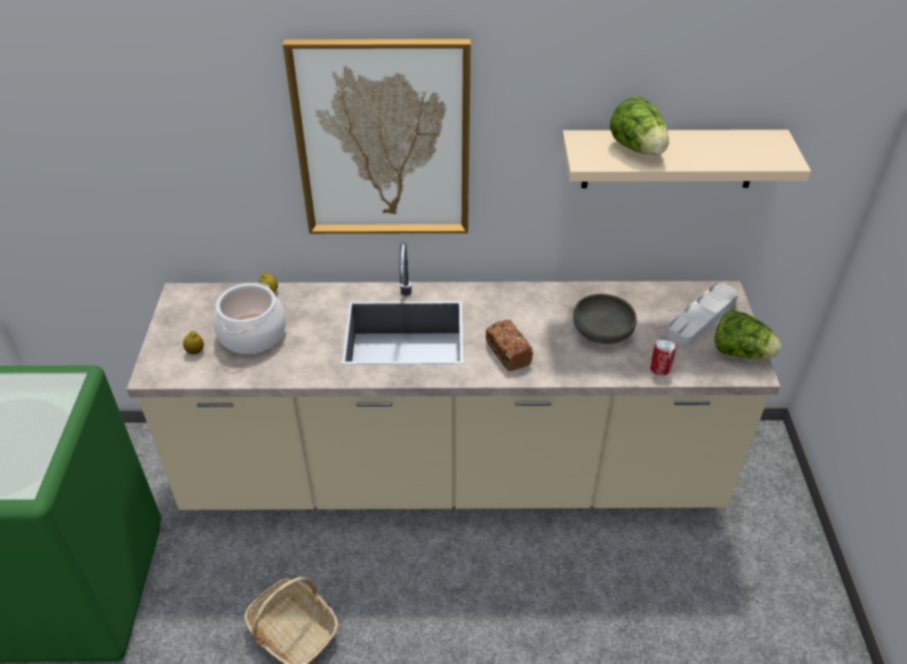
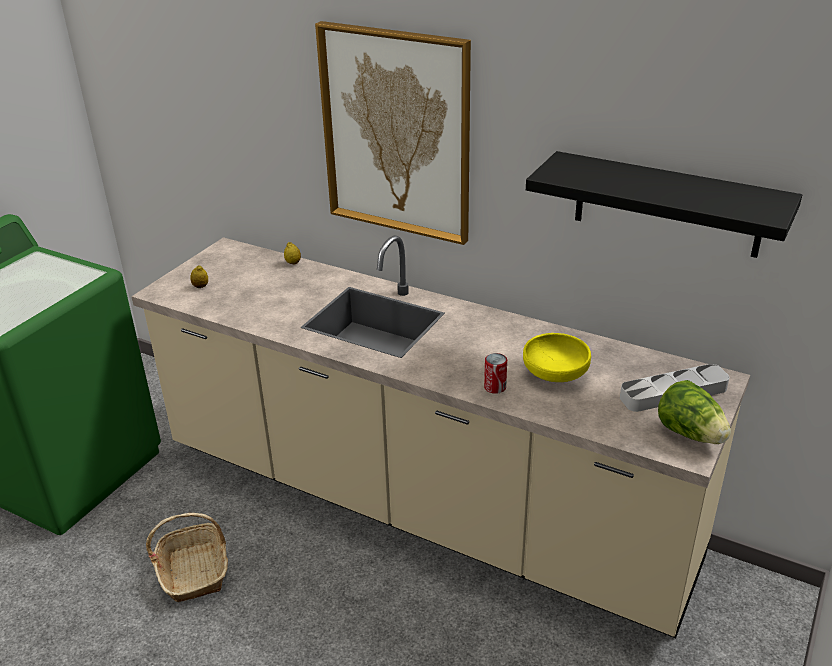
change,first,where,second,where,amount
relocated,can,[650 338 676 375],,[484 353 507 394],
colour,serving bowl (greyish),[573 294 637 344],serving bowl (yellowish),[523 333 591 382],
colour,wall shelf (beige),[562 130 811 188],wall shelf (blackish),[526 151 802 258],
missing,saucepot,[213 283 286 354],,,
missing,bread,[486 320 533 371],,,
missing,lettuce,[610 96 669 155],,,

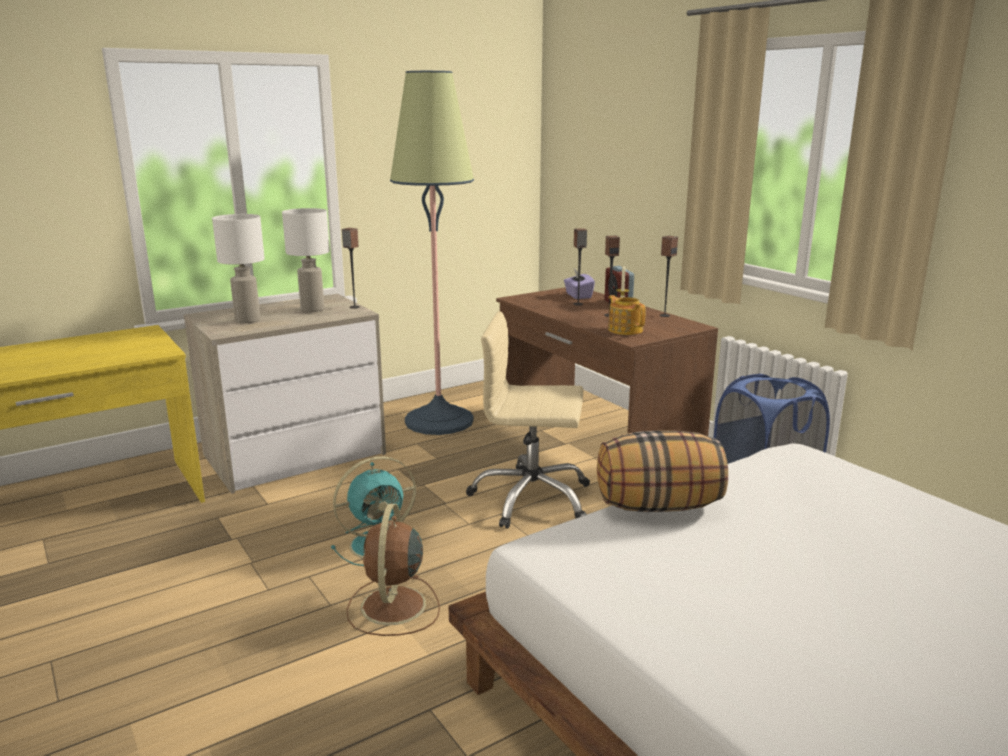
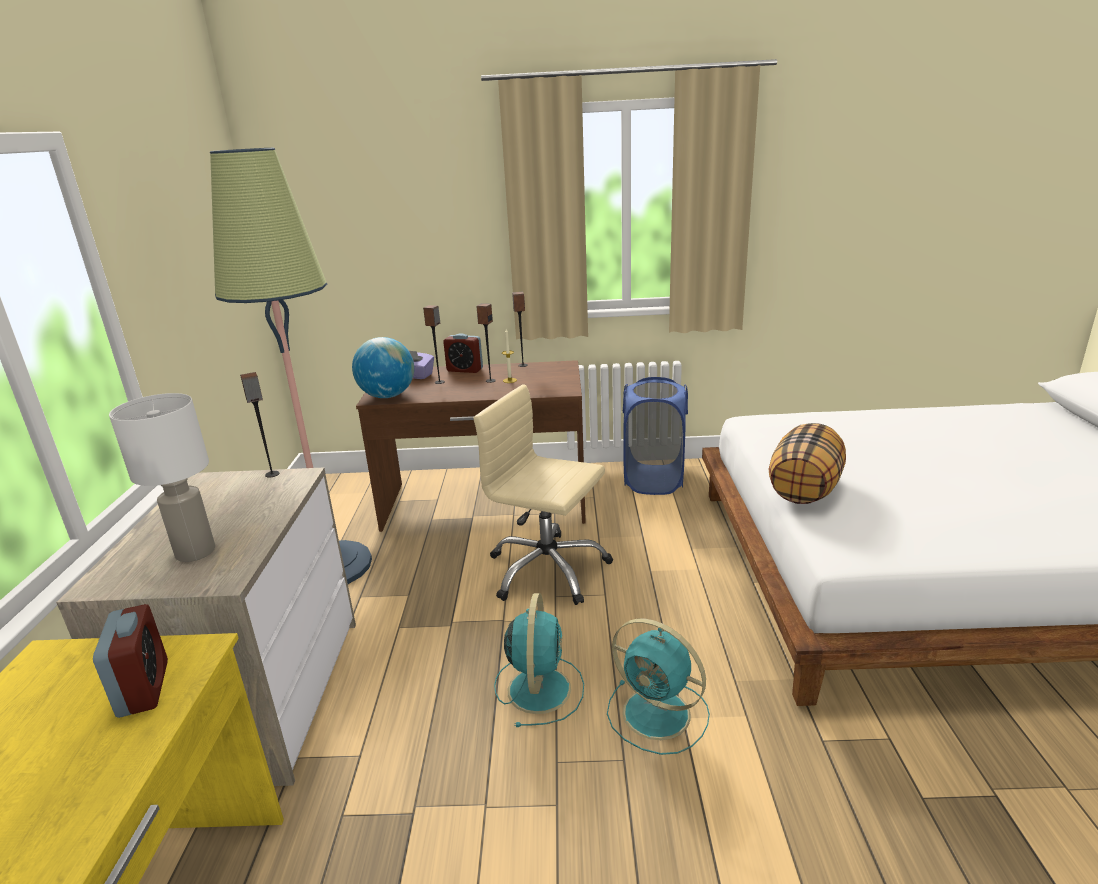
change,first,where,second,where,amount
appeared,,,table clock,[93 604 168 718],
appeared,,,desk globe,[352 337 414 398],
spun,computer chair (beige),[466 311 590 529],,[474 384 613 605],75 degrees clockwise
colour,fan (brownish),[347 504 440 636],fan (turquoise),[607 619 710 755],
missing,table lamp (white),[282 208 330 312],,,
missing,tea pot,[608 295 646 335],,,

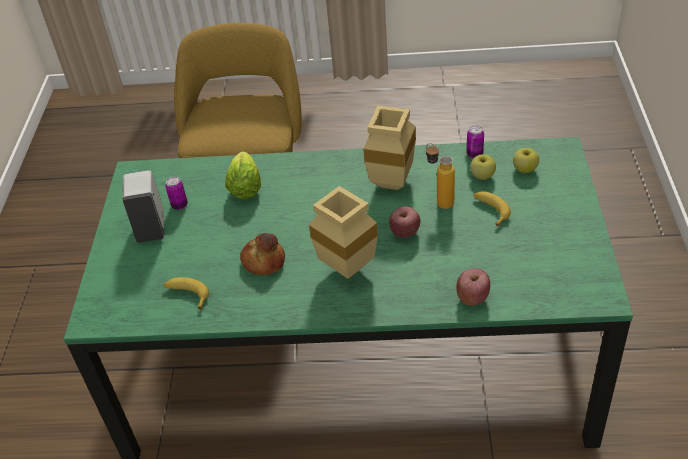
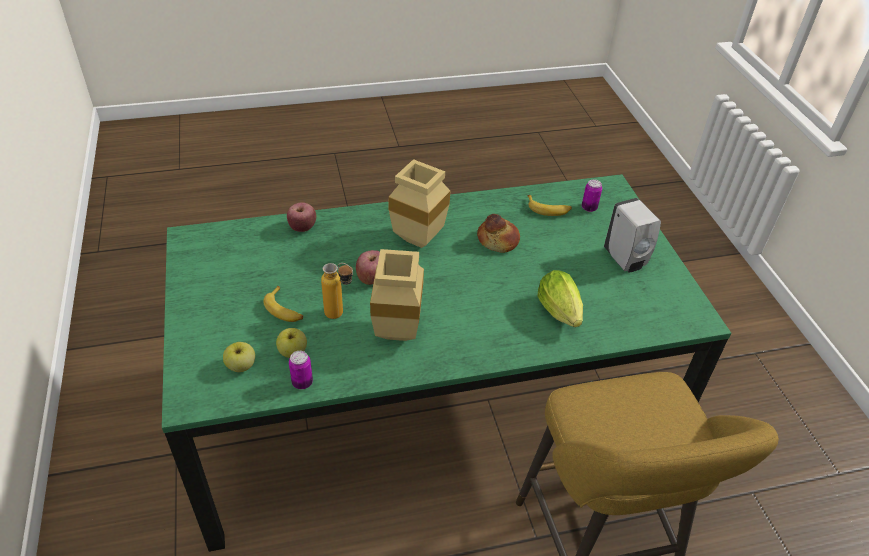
change,first,where,second,where,amount
relocated,can,[165 177 188 210],,[582 179 602 212],

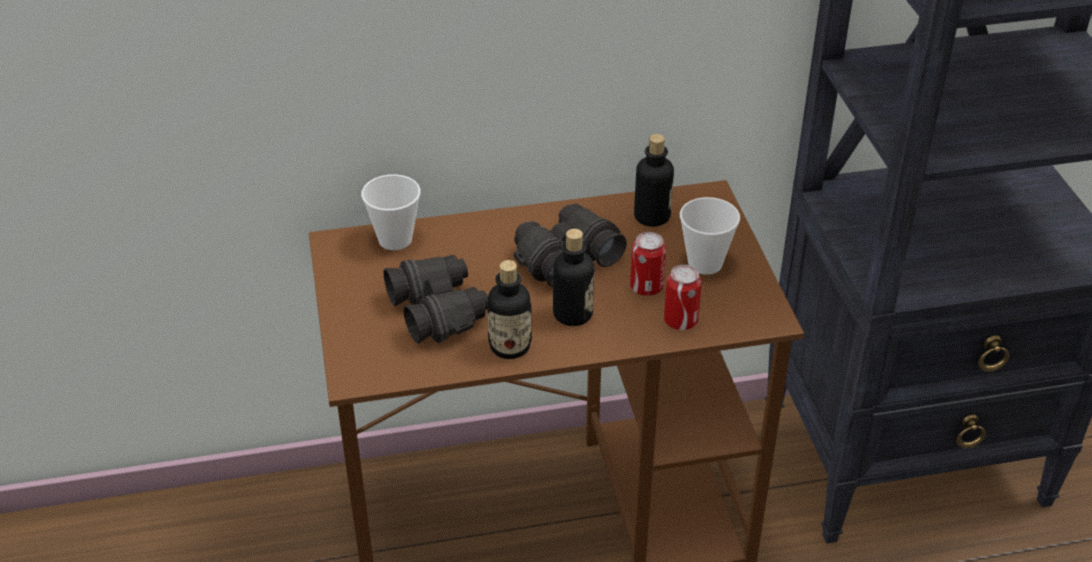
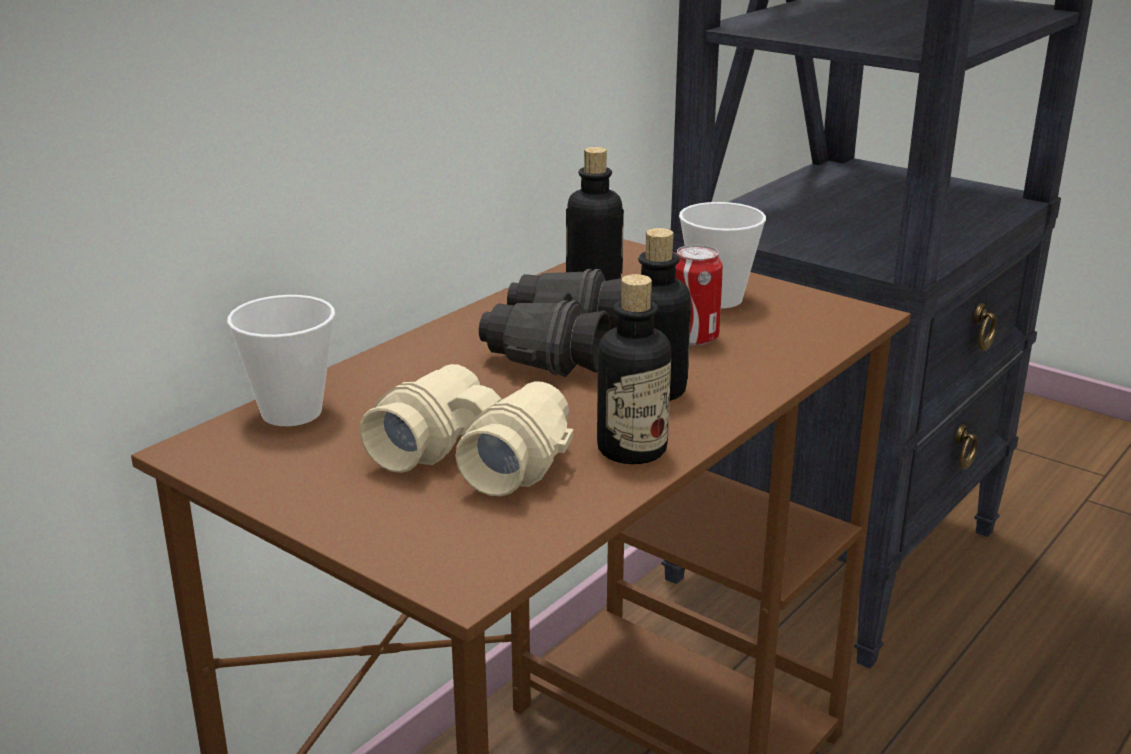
change,first,where,second,where,amount
colour,field glasses (blackish),[384 255 488 343],field glasses (beige),[360 364 573 496],
missing,can,[664 265 702 330],,,

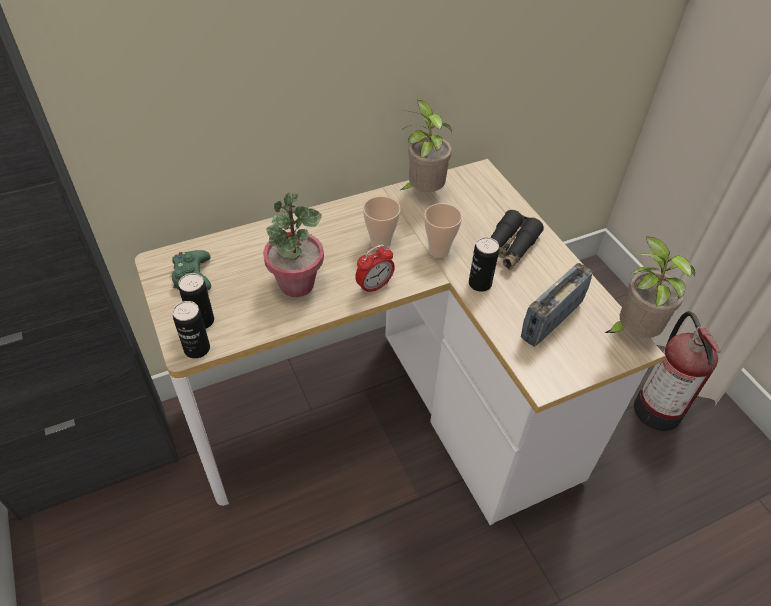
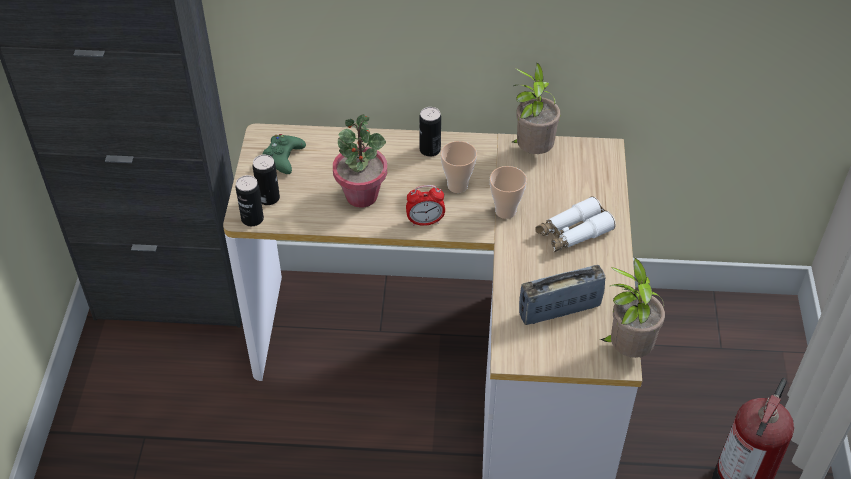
change,first,where,second,where,amount
relocated,can,[469 237 499 292],,[419 107 441 157],
colour,field glasses (blackish),[490 210 544 270],field glasses (white),[535 196 616 252],

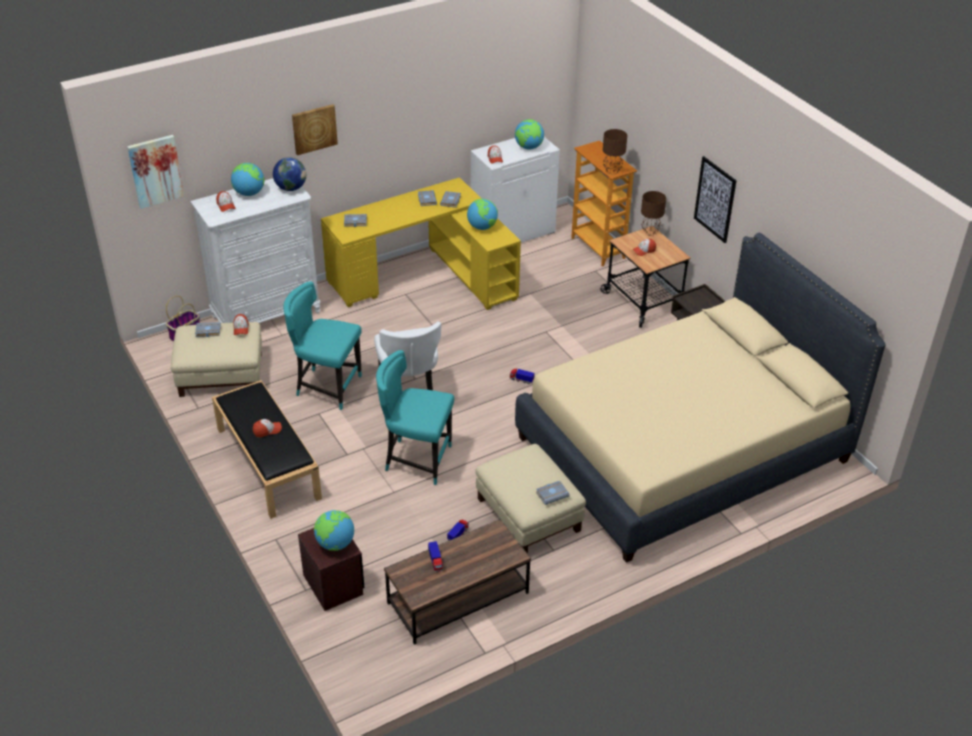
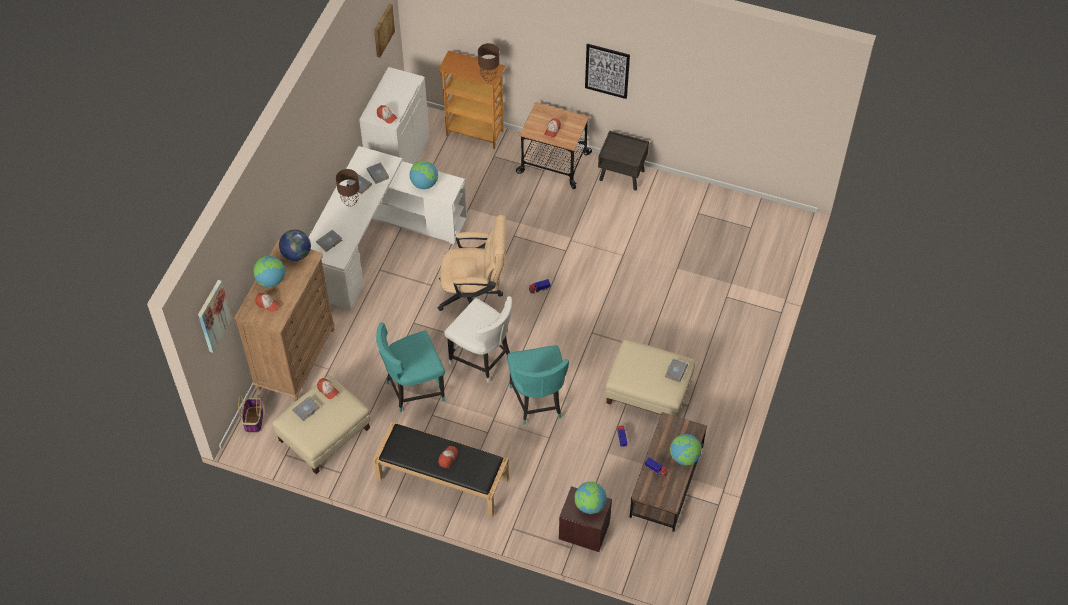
change,first,where,second,where,amount
colour,drawer chest (white),[190 178 320 323],drawer chest (brownish),[234 240 335 402],
colour,desk (yellowish),[321 177 521 310],desk (white),[309 146 467 311],
relocated,table lamp (brownish),[641 191 666 236],,[336 169 359 206],
relocated,wall art,[292 104 338 155],,[374 3 395 58],
appeared,,,computer chair (beige),[438 214 506 311],
spun,upright chair (turquoise),[376 350 454 485],,[507 345 569 425],75 degrees counterclockwise
relocated,desk globe,[515 119 544 150],,[670 434 702 466],
missing,bedroom bed (beige),[515 233 885 563],,,

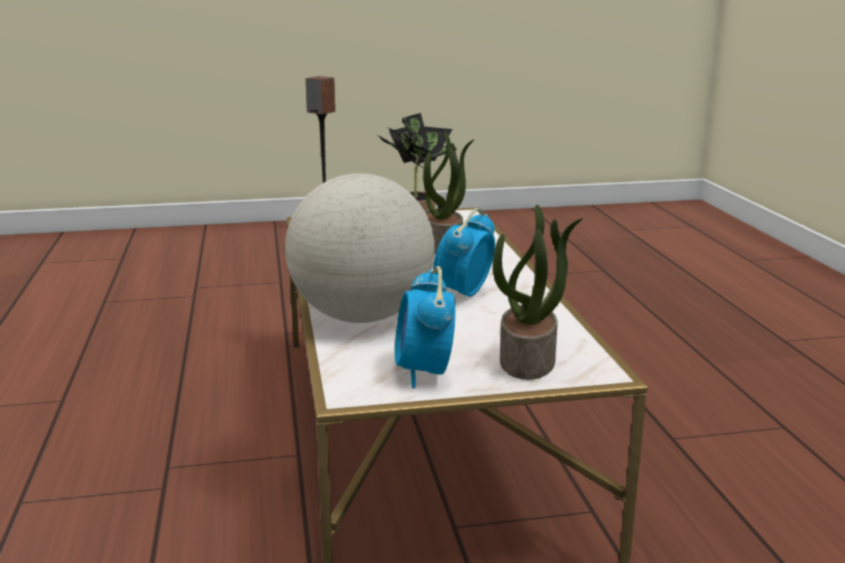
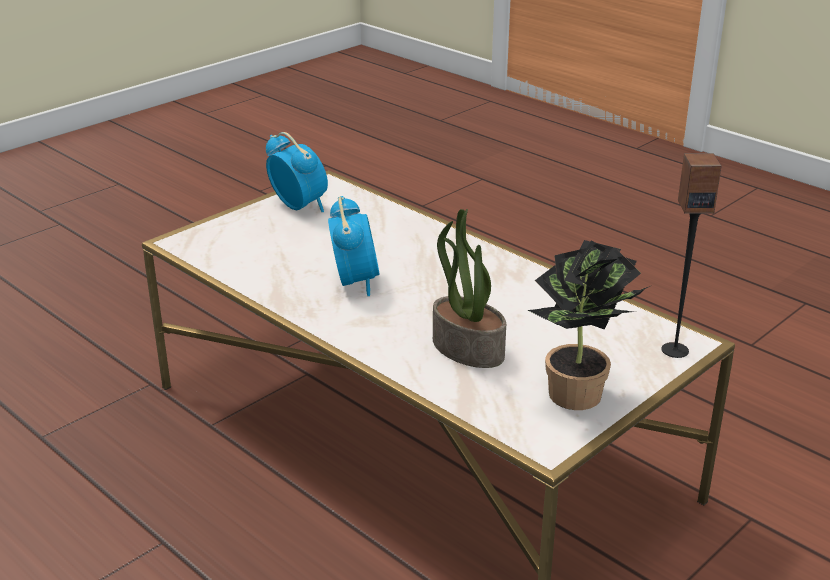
change,first,where,second,where,amount
missing,desk globe,[285 173 435 323],,,
missing,plant in a pot,[493 205 582 380],,,

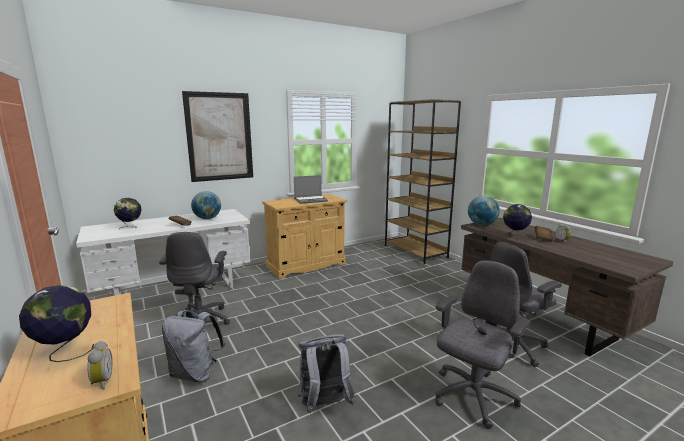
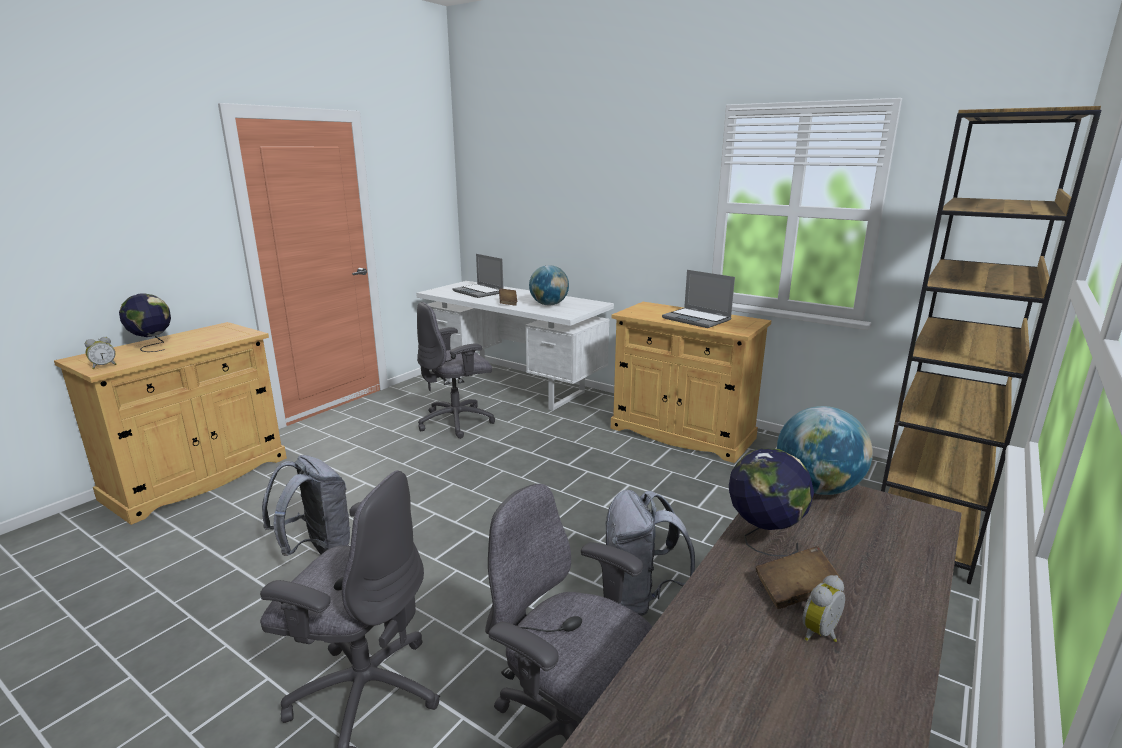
change,first,where,second,where,amount
exchanged,desk globe,[114 198 142 229],notebook computer,[452 254 503 298],
relocated,backpack (greyish),[162 310 225 382],,[605 490 695 616],
missing,wall art,[182 91 253 182],,,

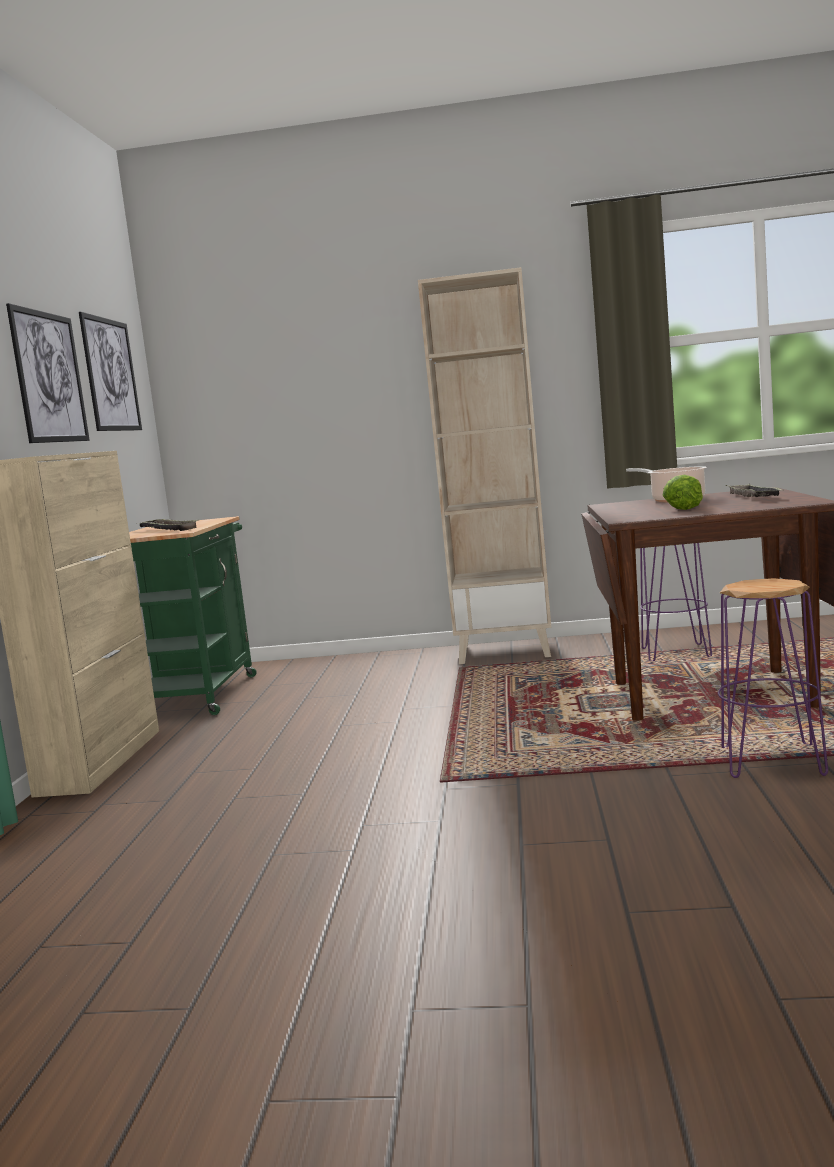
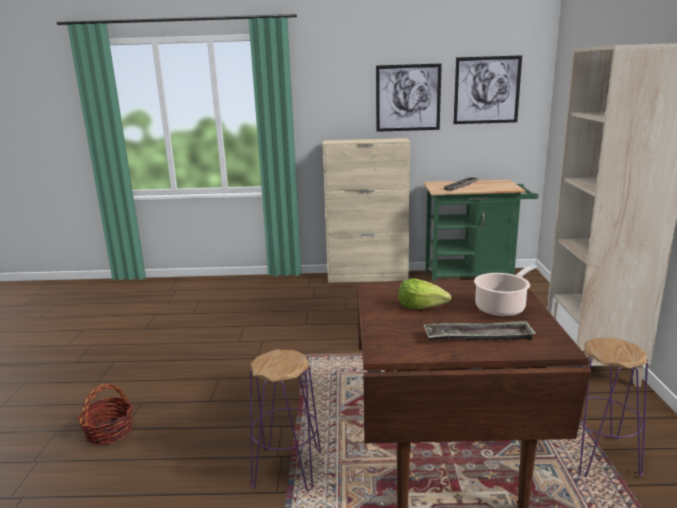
change,first,where,second,where,amount
appeared,,,basket,[78 383 133 445],

